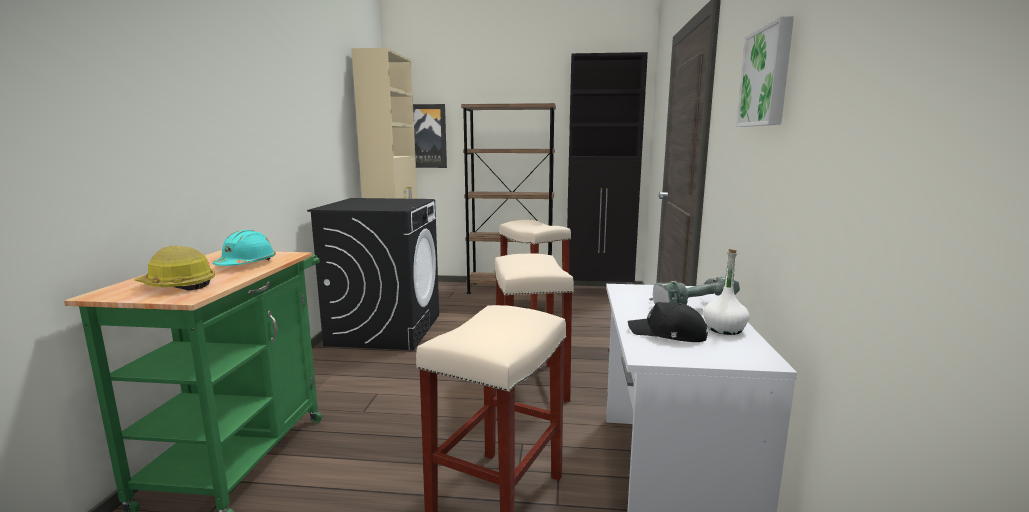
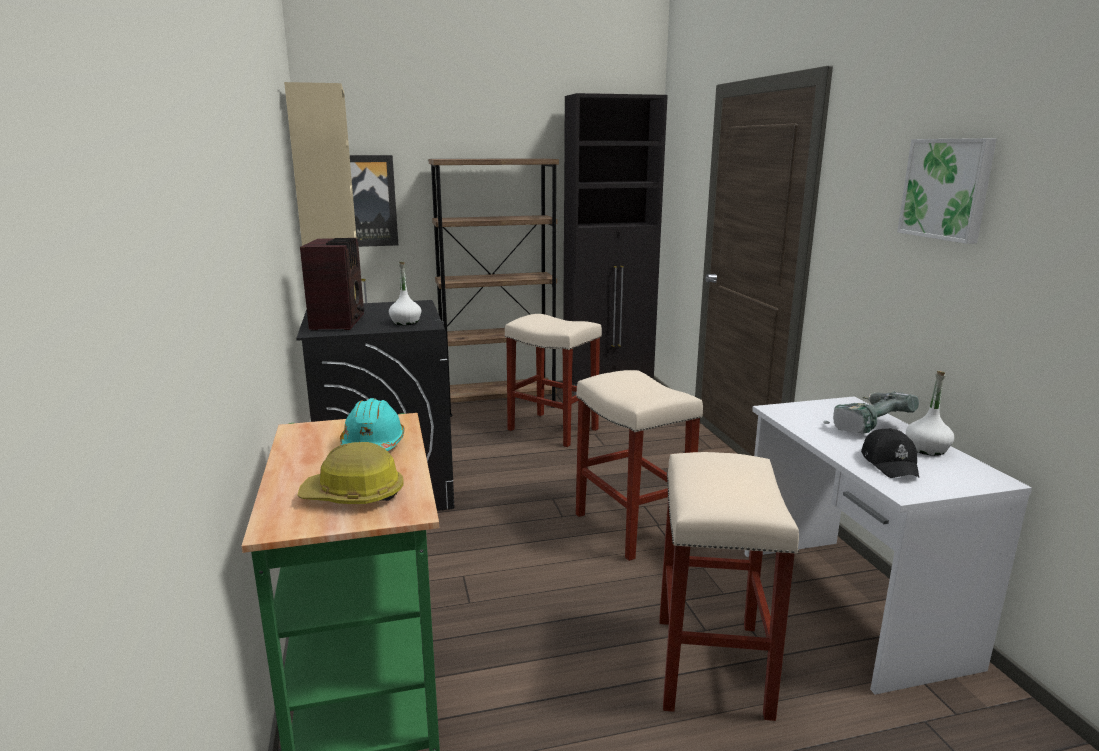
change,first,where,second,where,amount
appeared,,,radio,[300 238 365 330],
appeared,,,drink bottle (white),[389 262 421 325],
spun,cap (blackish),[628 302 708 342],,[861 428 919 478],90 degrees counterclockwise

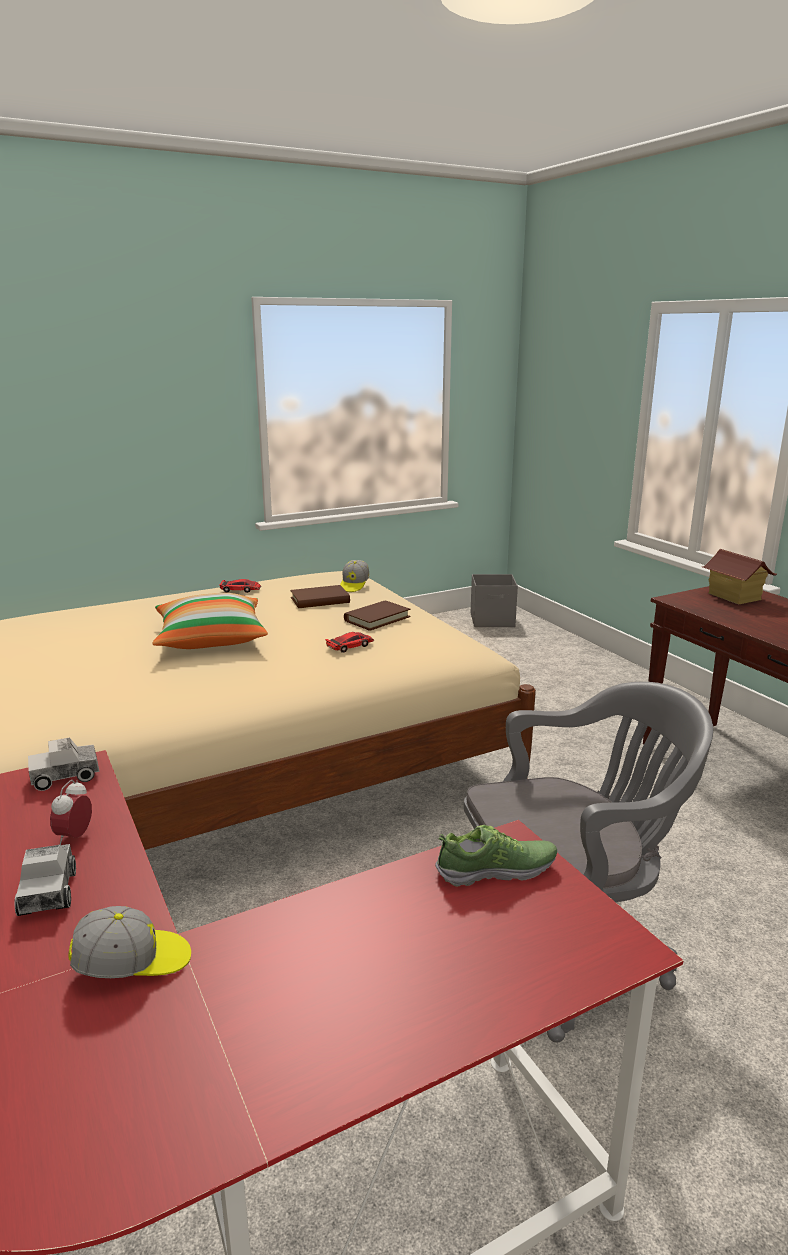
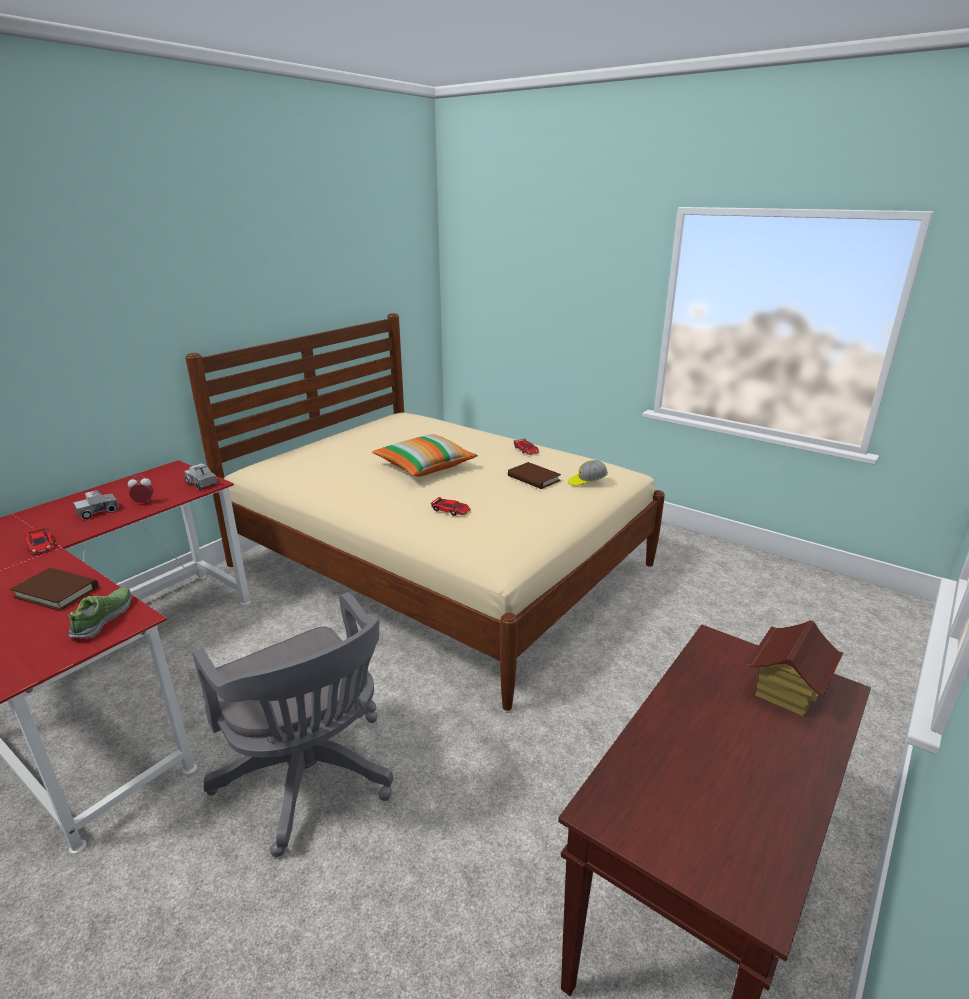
change,first,where,second,where,amount
relocated,book (brownish),[344 600 410 631],,[10 568 99 611],
exchanged,cap,[68 906 191 978],toy car,[25 526 54 554],
spun,shoe,[435 825 557 887],,[68 587 131 639],135 degrees counterclockwise
missing,storage box (greyish),[471 574 518 627],,,

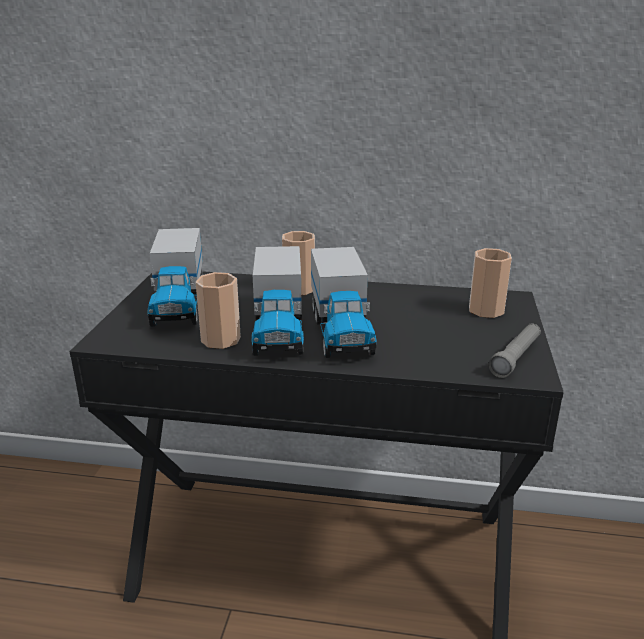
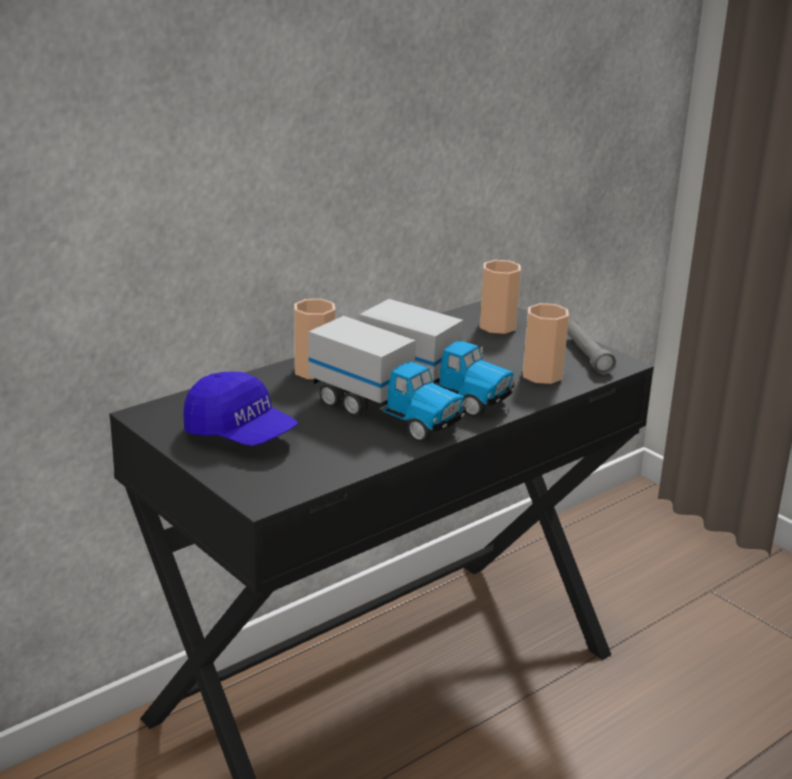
change,first,where,second,where,amount
exchanged,toy lorry,[148 228 203 327],cap (bluish),[183 371 298 446],
relocated,small cup,[195 272 241 349],,[523 303 569 384],

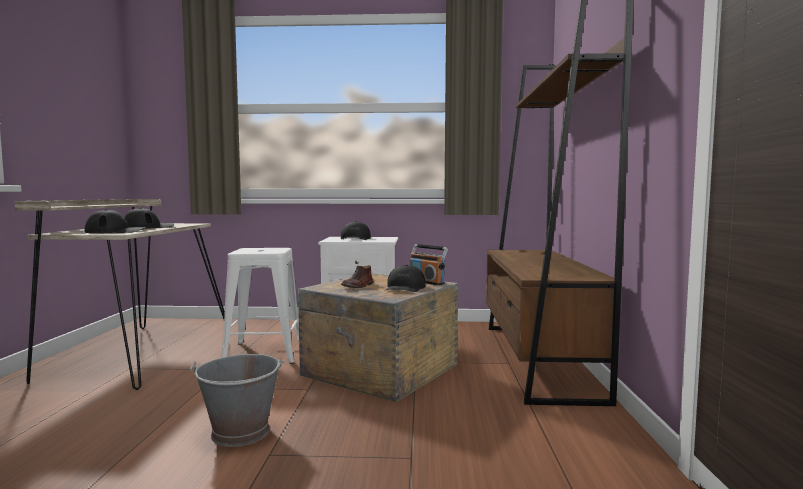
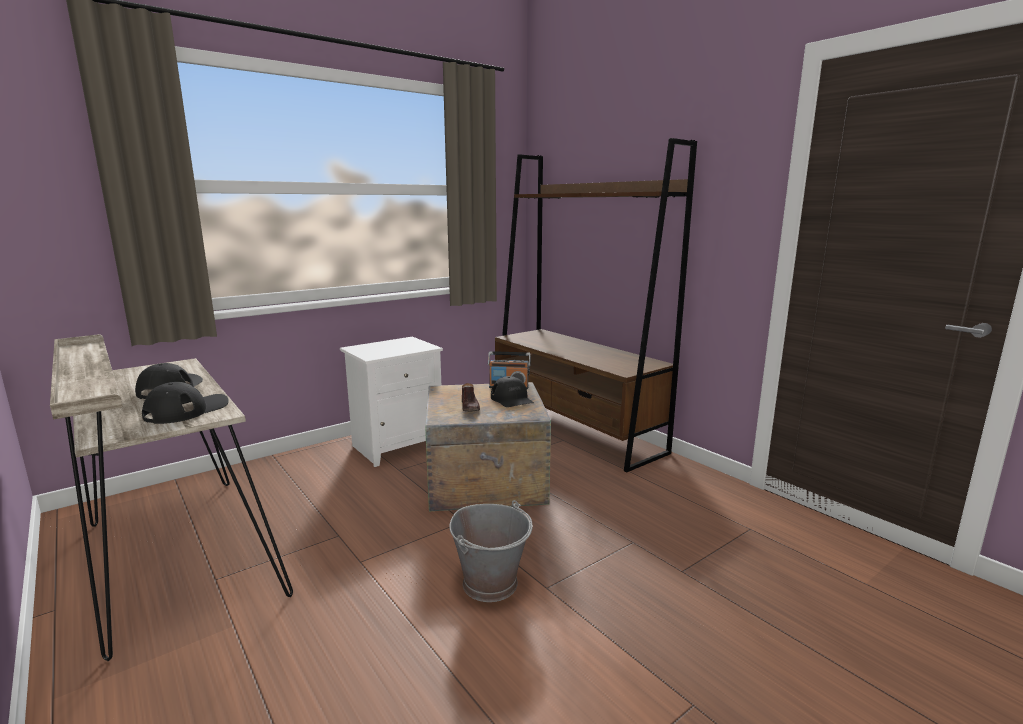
change,first,where,second,where,amount
missing,stool (white),[221 248 299 364],,,
missing,cap (blackish),[341 221 371 240],,,

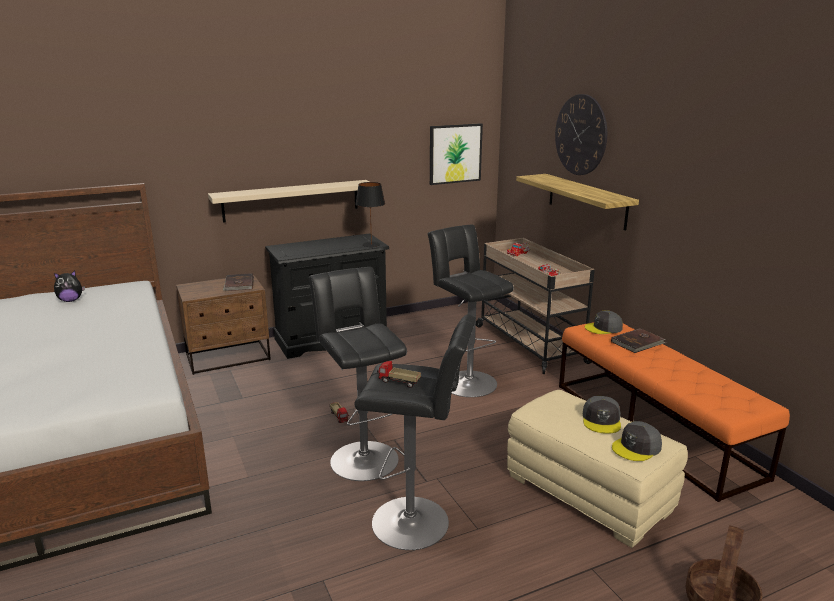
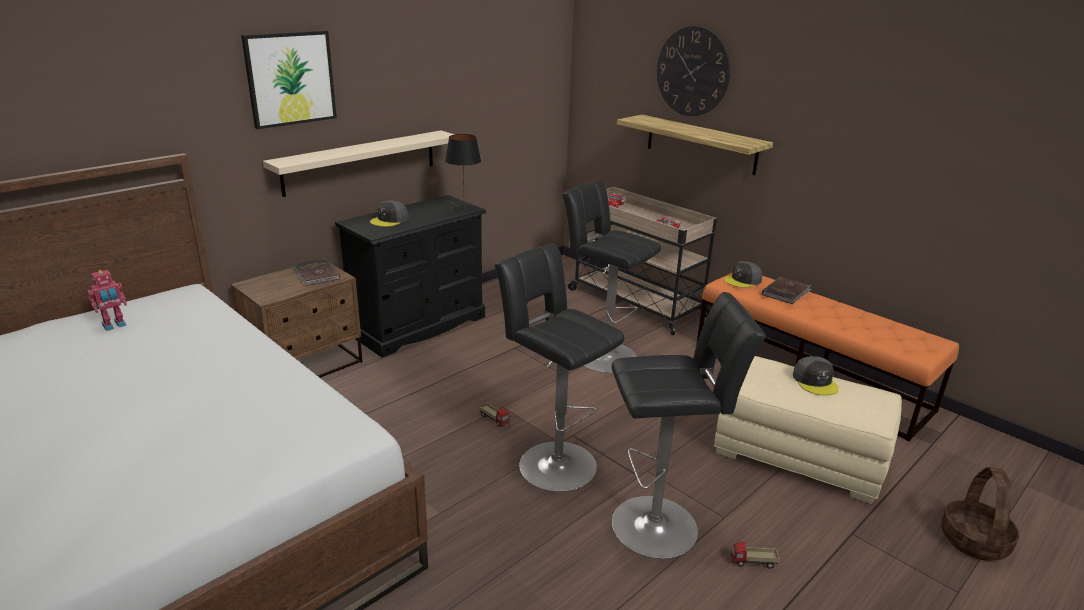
change,first,where,second,where,amount
exchanged,soft toy,[54 271 85 302],model robot,[87 269 127 331],
relocated,wall art,[430 123 483 185],,[241 31 337 129],
relocated,cap (greyish),[612 421 662 461],,[370 201 409 227],
relocated,toy lorry,[377 361 421 388],,[731 542 780 569],

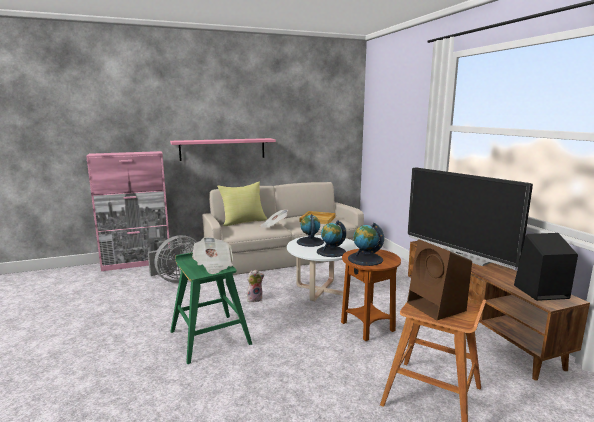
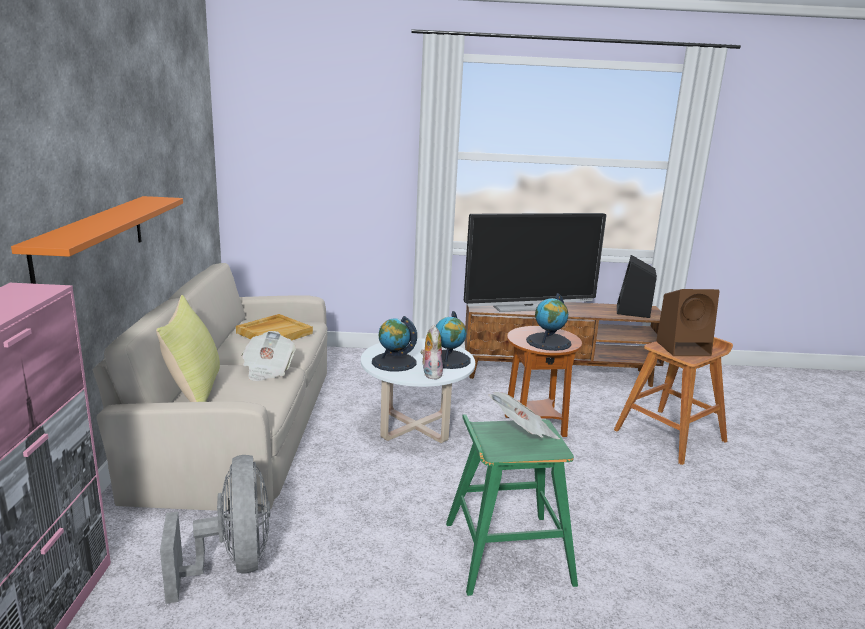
change,first,where,second,where,amount
colour,wall shelf (pinkish),[170 138 276 161],wall shelf (orangey),[11 196 183 284],
relocated,soft toy,[247 270 264 302],,[420 325 443 379],

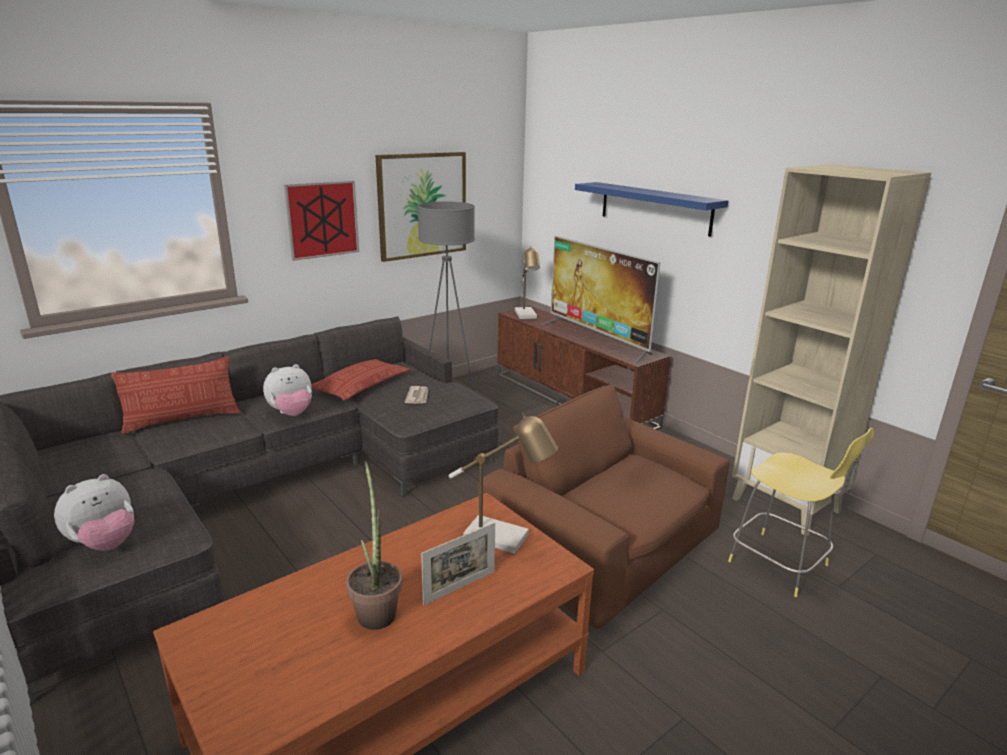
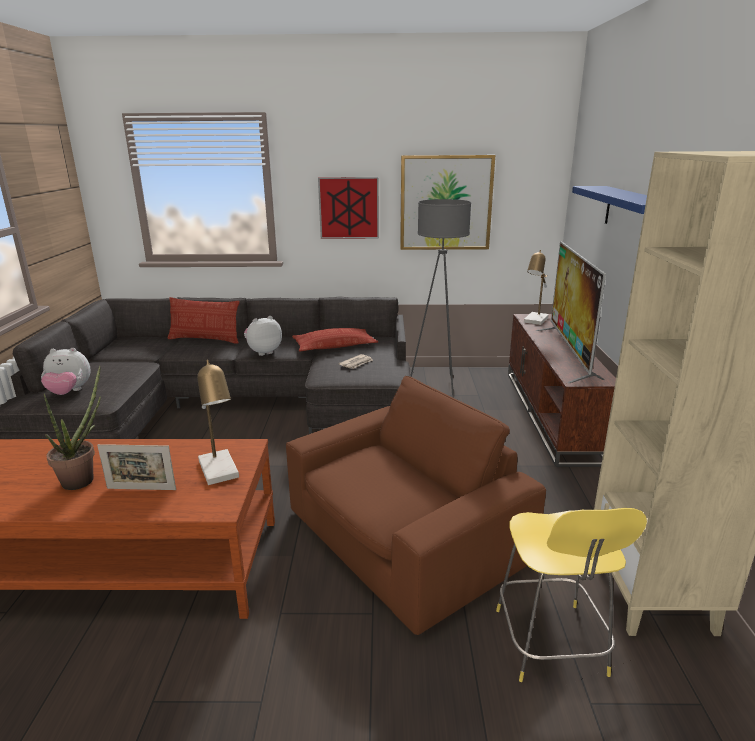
change,first,where,second,where,amount
spun,soft toy,[263 364 312 416],,[244 316 282 356],135 degrees clockwise
spun,lounge chair (brownish),[478 385 730 629],,[286 376 546 635],60 degrees clockwise

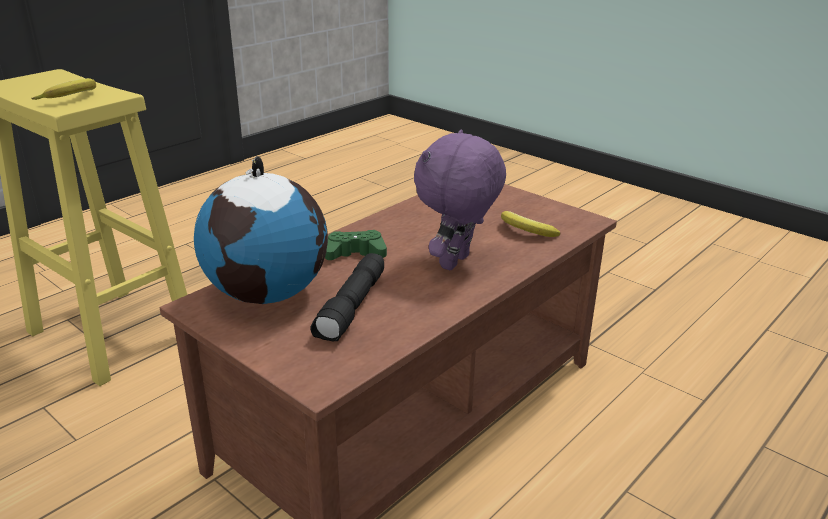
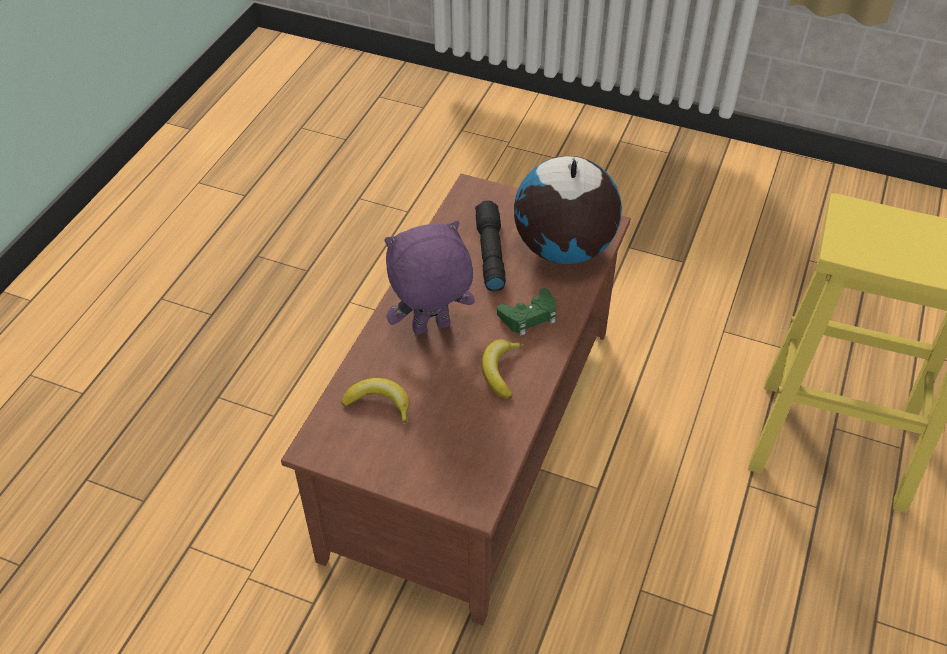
change,first,where,second,where,amount
spun,soft toy (purple),[414 130 506 270],,[384 221 475 335],120 degrees counterclockwise
relocated,banana fruit,[31 78 96 100],,[482 339 523 399],

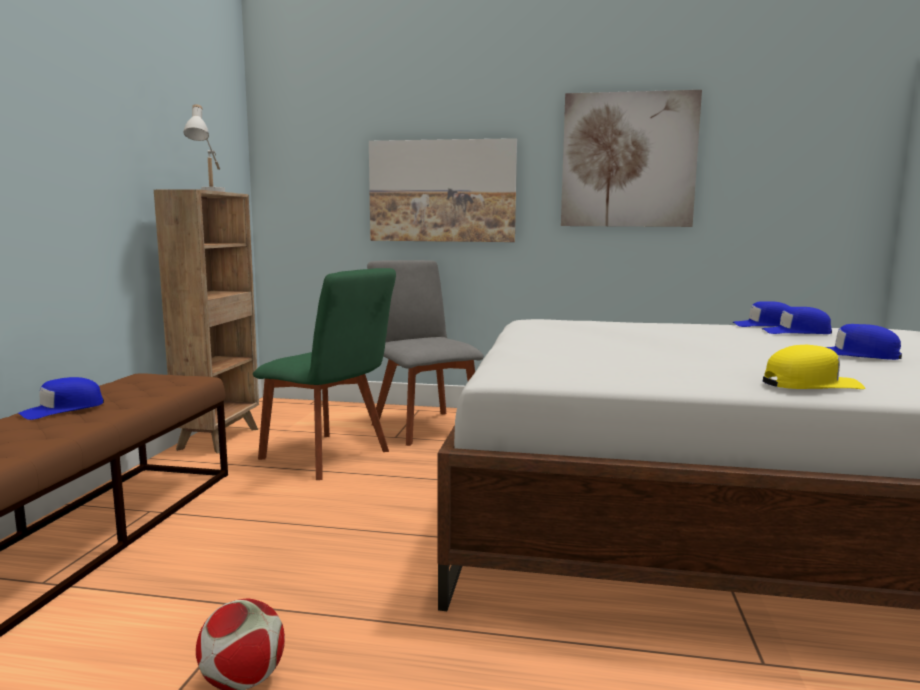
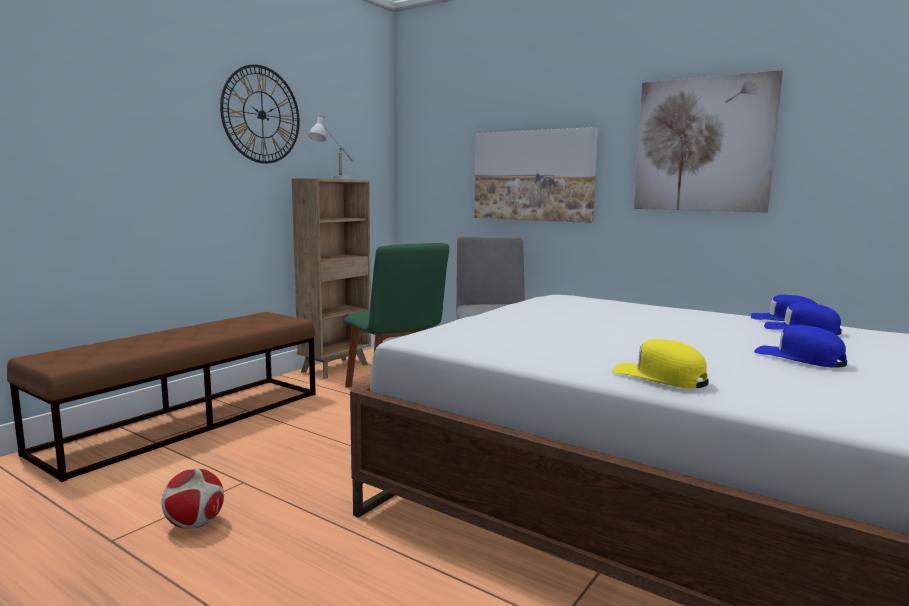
change,first,where,second,where,amount
appeared,,,wall clock,[220 64 300 164],
spun,cap (yellowish),[763 345 865 389],,[612 339 708 388],150 degrees counterclockwise
missing,cap (bluish),[17 377 104 420],,,

